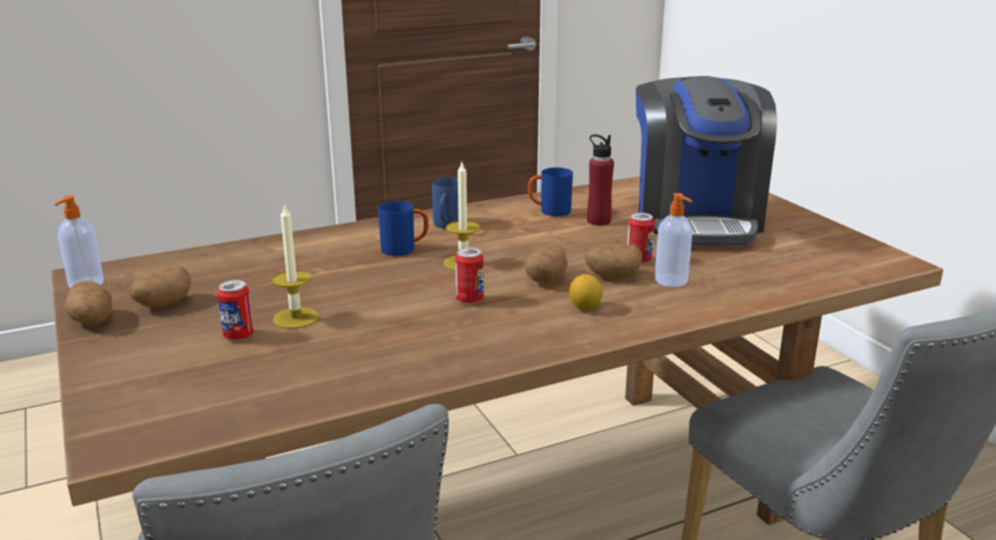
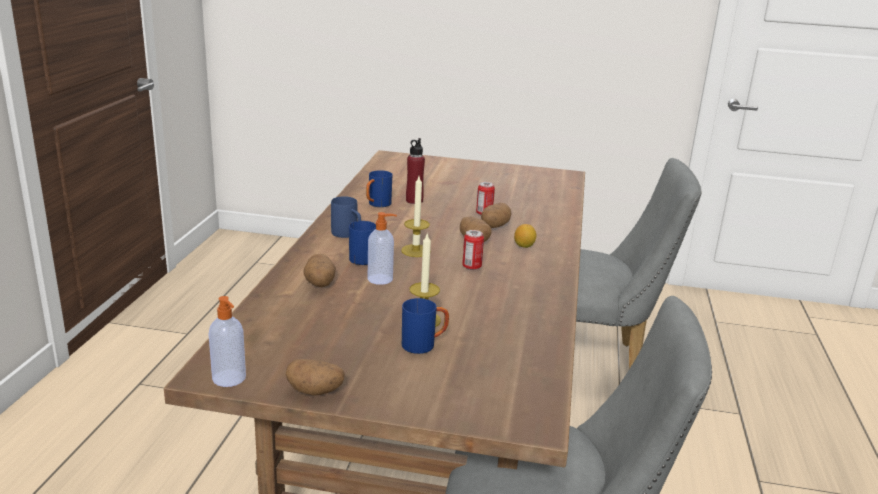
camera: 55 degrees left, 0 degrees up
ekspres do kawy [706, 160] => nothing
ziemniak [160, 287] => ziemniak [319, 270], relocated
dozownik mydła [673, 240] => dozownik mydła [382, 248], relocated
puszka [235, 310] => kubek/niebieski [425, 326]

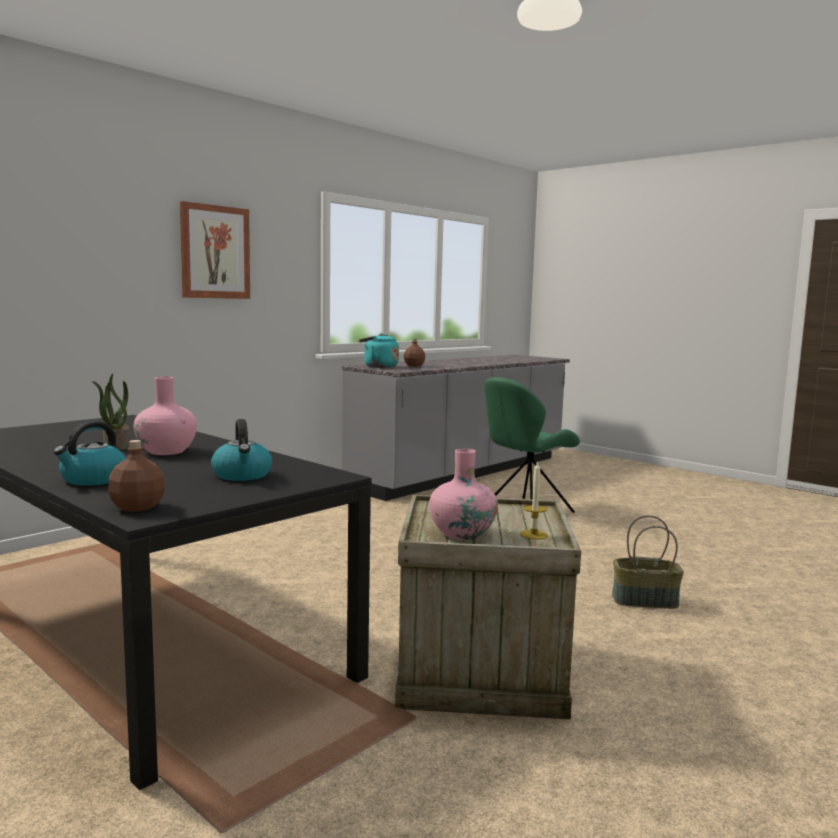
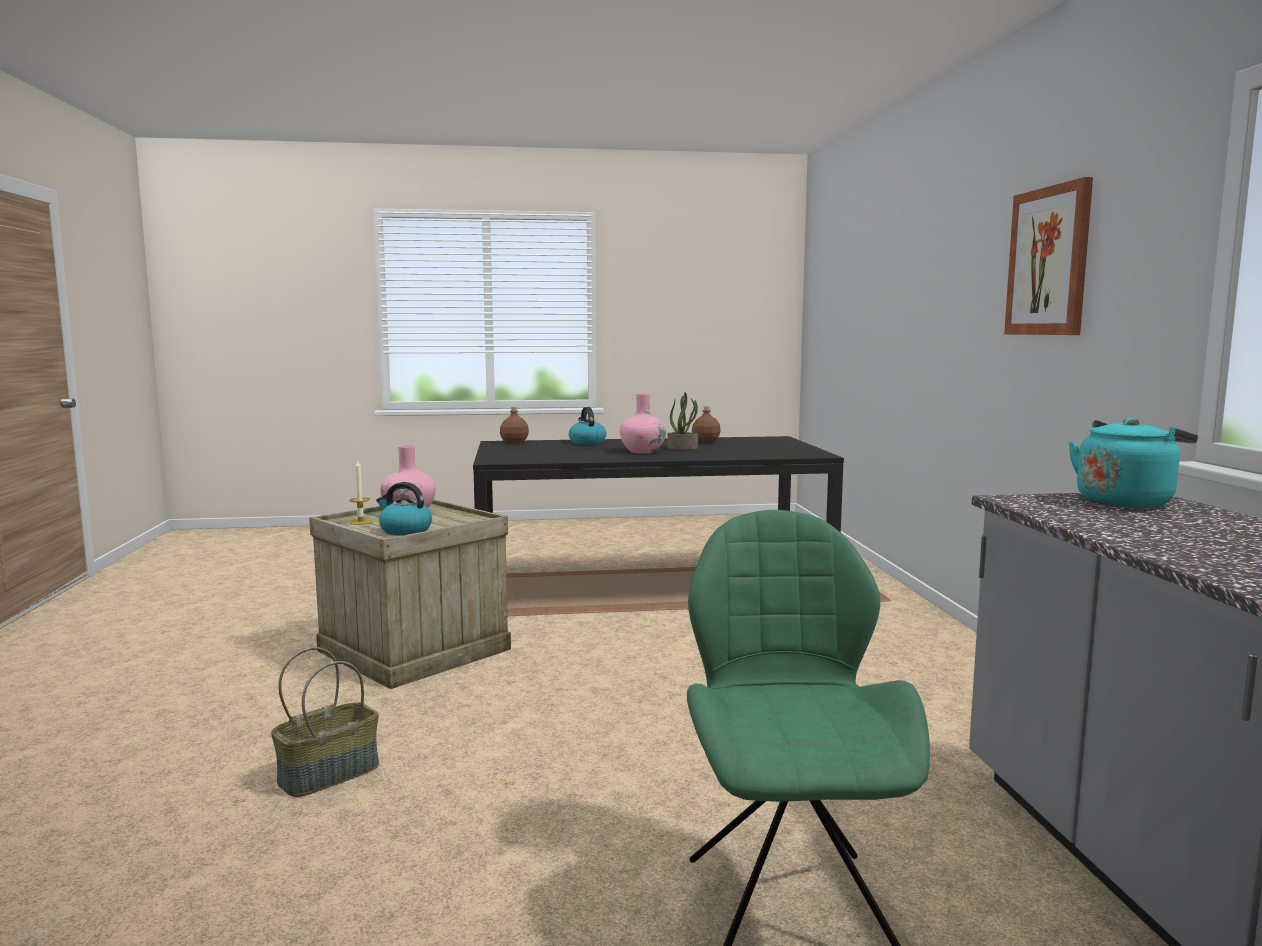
camera: 130 degrees right, 0 degrees up
czajnik [241, 450] => czajnik [404, 508], relocated
butelka/brązowy [414, 352] => butelka/brązowy [706, 424], relocated

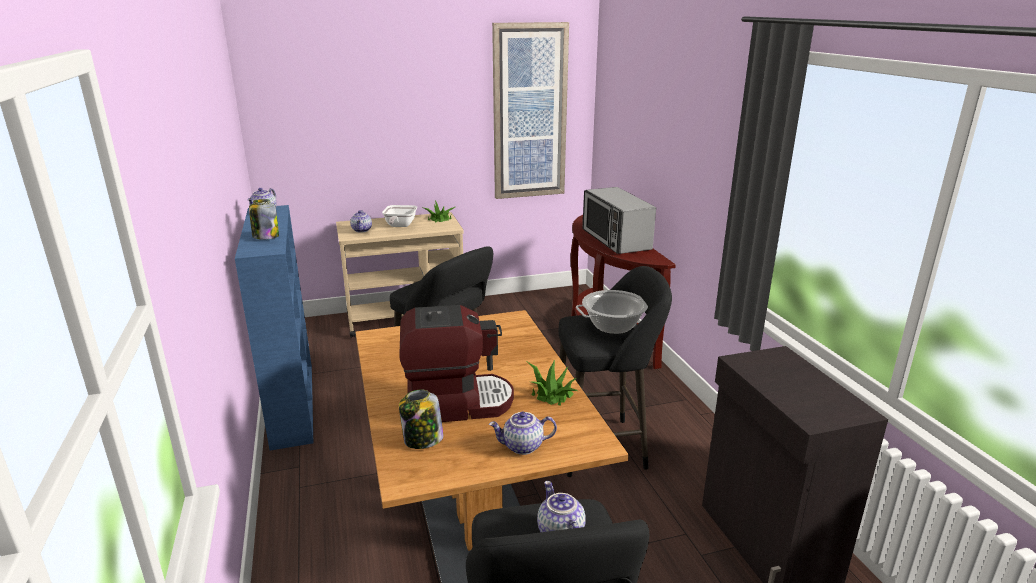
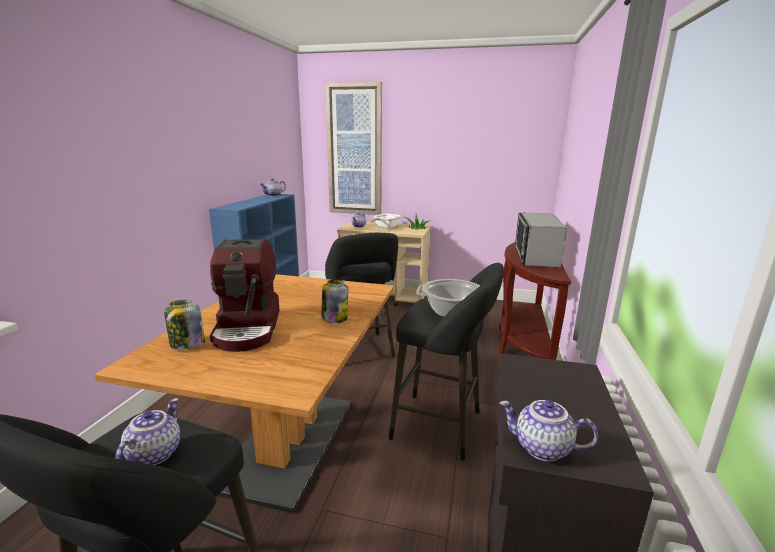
camera: 30 degrees right, 5 degrees down
roślina doniczkowa [551, 382] => nothing
słoik [264, 219] => słoik [335, 301], relocated
imbryk [523, 433] => imbryk [549, 430], relocated
obraz [530, 110] => obraz [353, 148], relocated
ekspres do kawy [456, 363] => ekspres do kawy [244, 295], 60 degrees clockwise

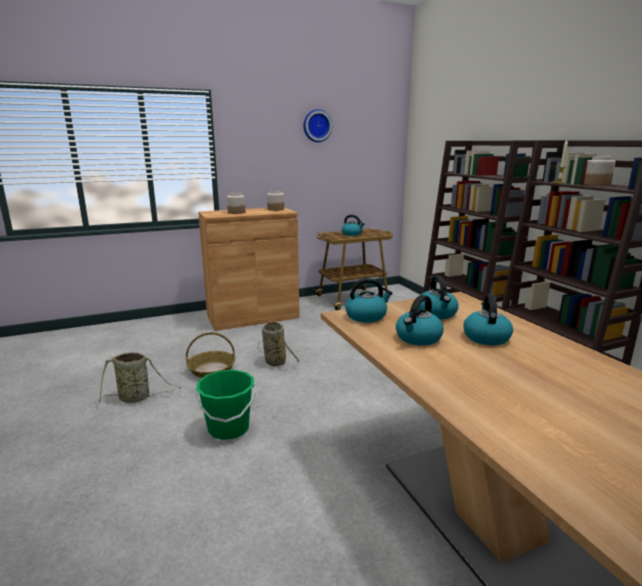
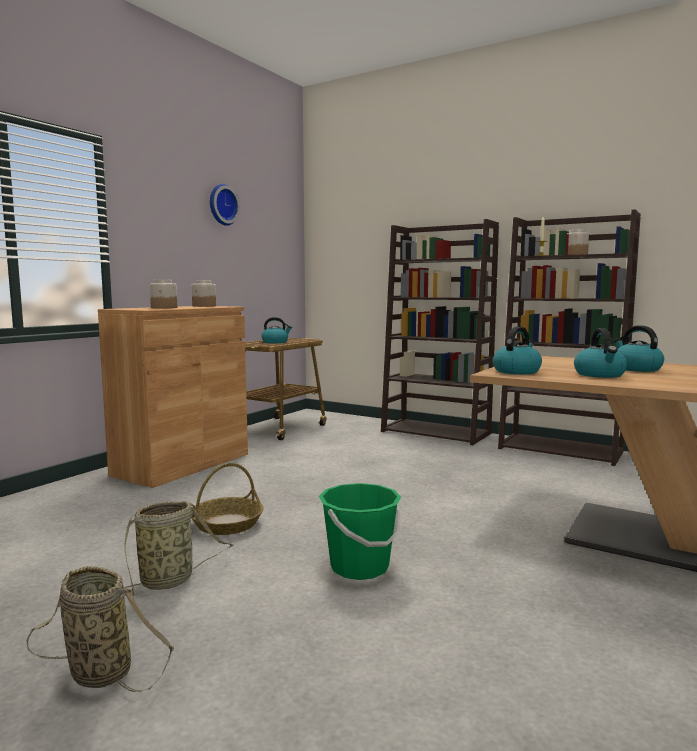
camera: 35 degrees left, 10 degrees down
czajnik [438, 297] => nothing
koszyk [278, 346] => koszyk [100, 629], relocated

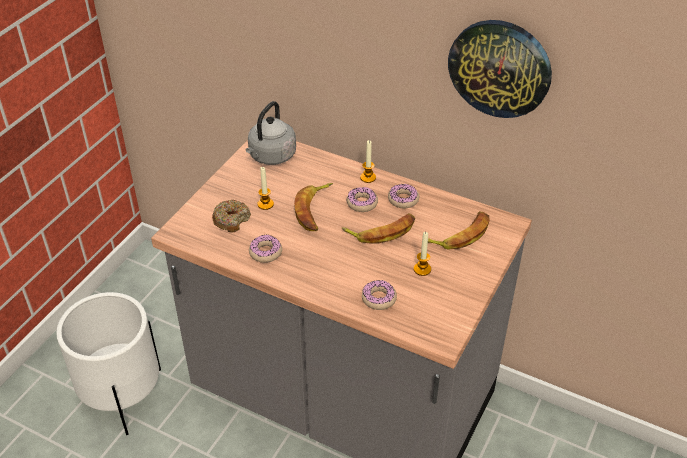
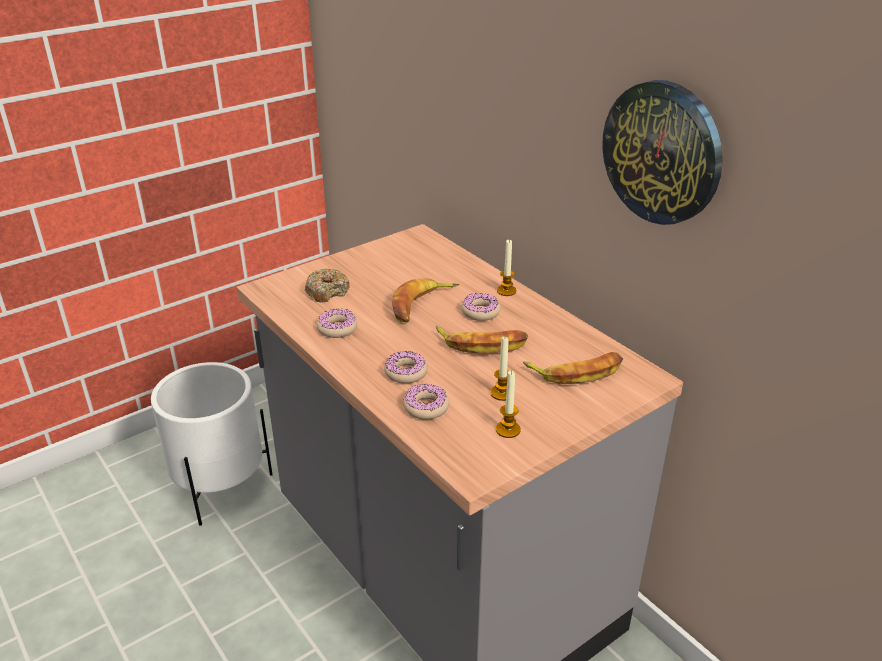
camera: 25 degrees right, 10 degrees down
czajnik/szary [271, 133] => nothing
świeca [265, 188] => świeca [508, 404], relocated
donut [403, 195] => donut [406, 367], relocated

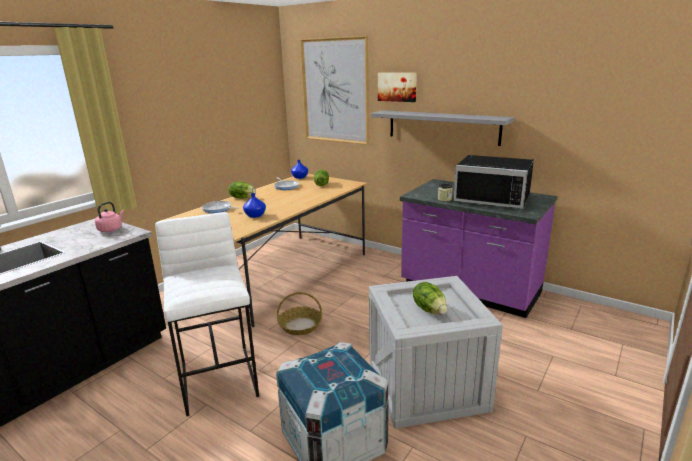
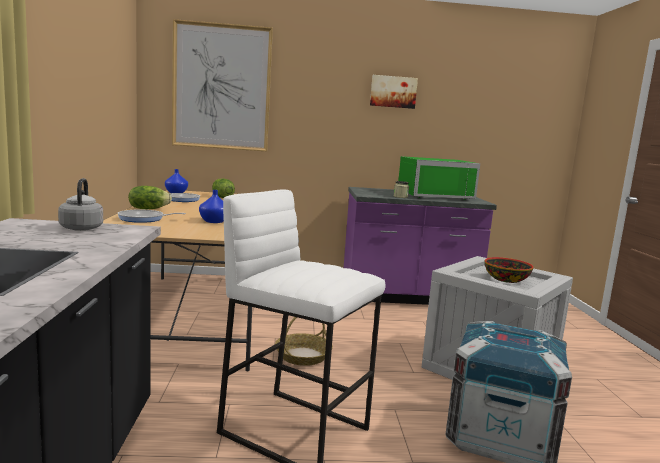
camera: 40 degrees left, 10 degrees down
półka/szary [443, 128] => nothing
obraz [397, 87] => obraz [394, 92], relocated
sałata [430, 298] => miska [508, 270]
czajnik/różowy [110, 217] => czajnik/szary [80, 204]
mikrofalówka/czarny [493, 182] => mikrofalówka/zielony [439, 178]

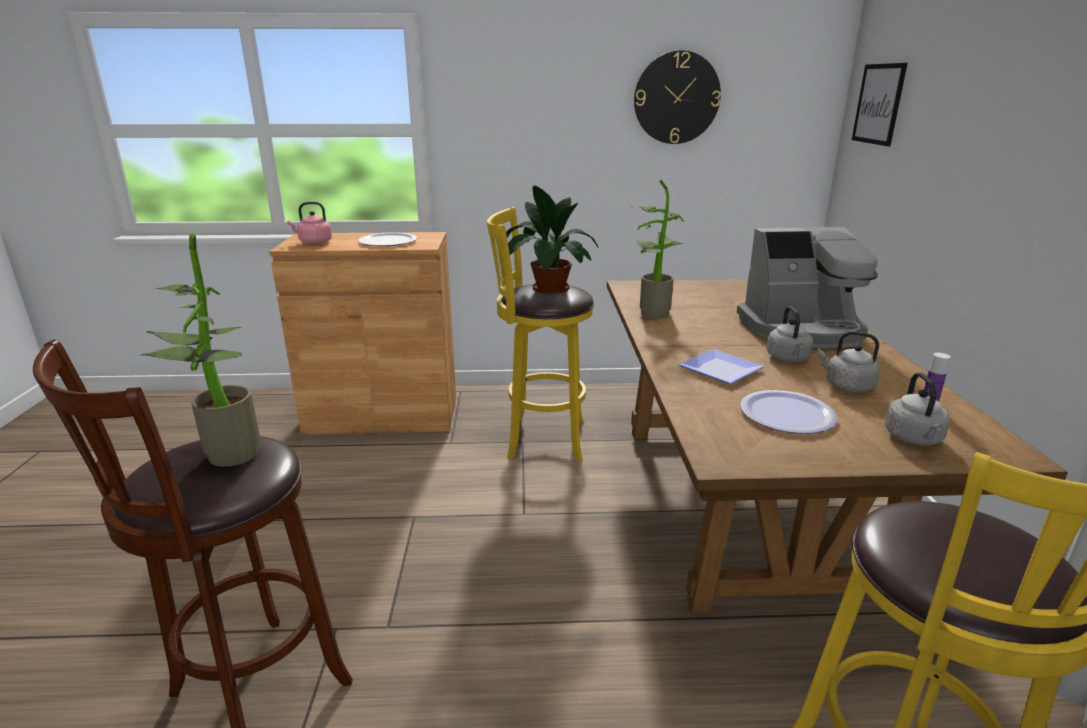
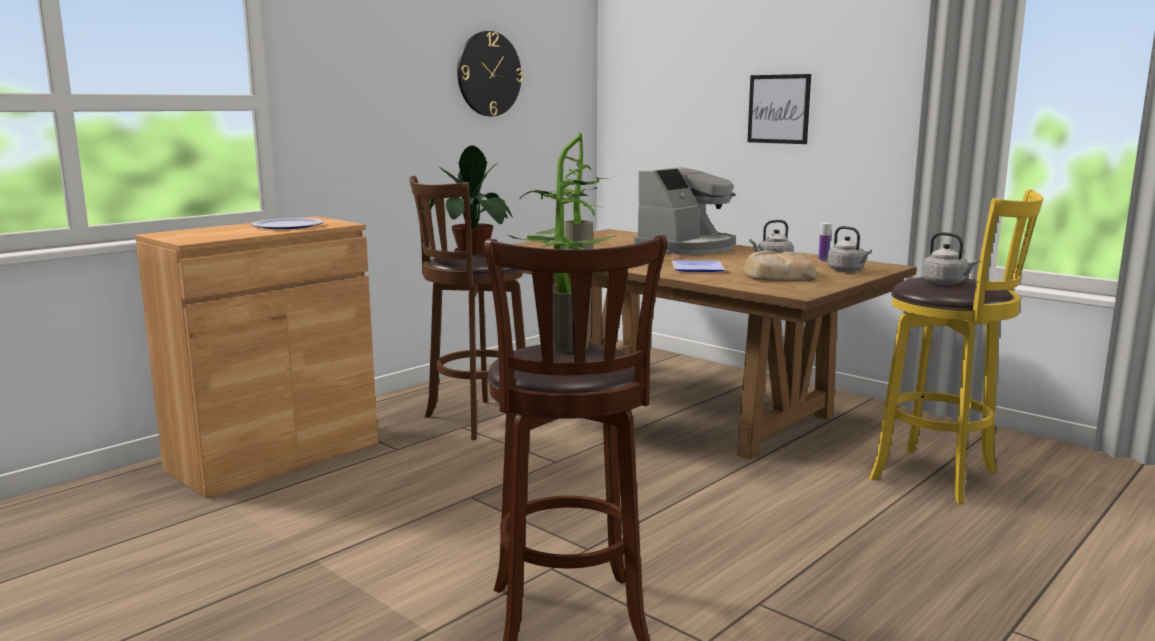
camera: 45 degrees left, 10 degrees down
czajnik/różowy [309, 223] => nothing
czajnik/szary [790, 334] => czajnik/szary [950, 258], relocated
obraz [880, 104] => obraz [779, 109], relocated
talerz [789, 412] => chleb [780, 266]
stołek/żółty [540, 334] => stołek/brązowy [468, 308]

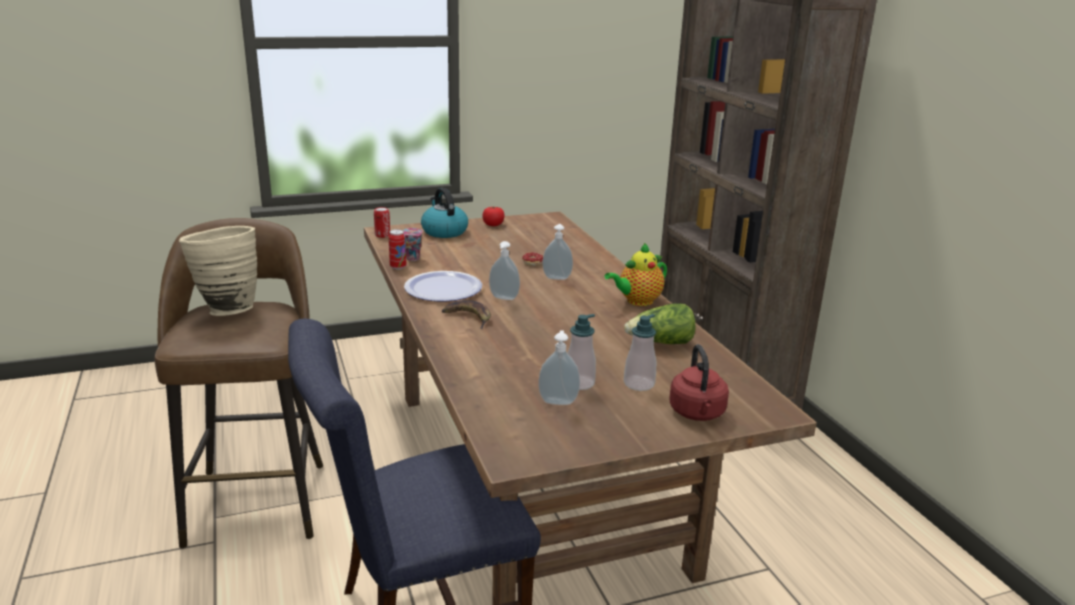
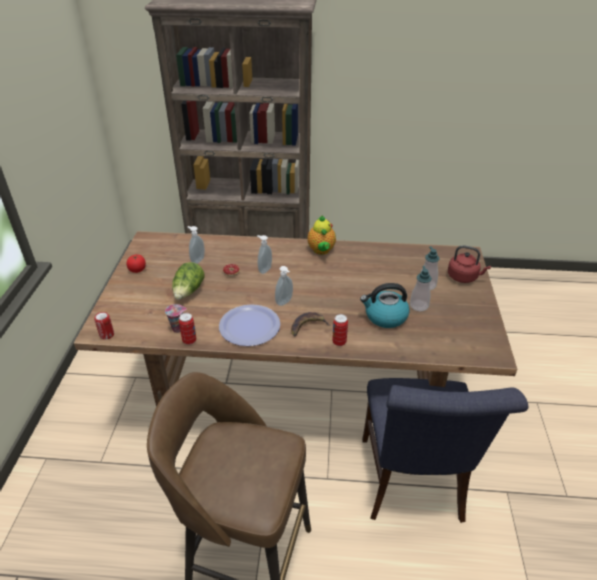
camera: 65 degrees left, 15 degrees up
wazon/beżowy [218, 271] => nothing
nothing => puszka [340, 330]
czajnik [444, 213] => czajnik [385, 305], relocated
dozownik mydła [559, 367] => dozownik mydła [196, 245], relocated
sałata [660, 323] => sałata [188, 281], relocated

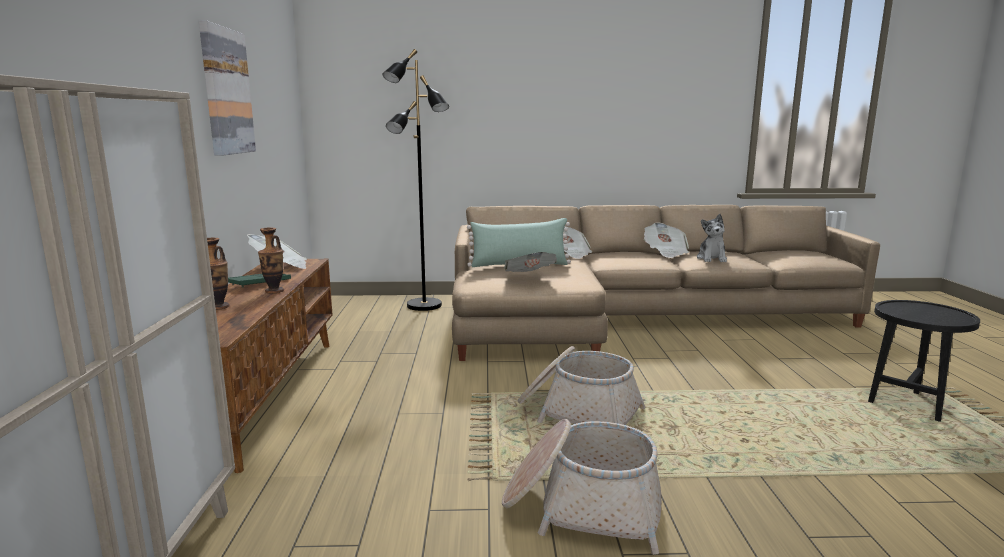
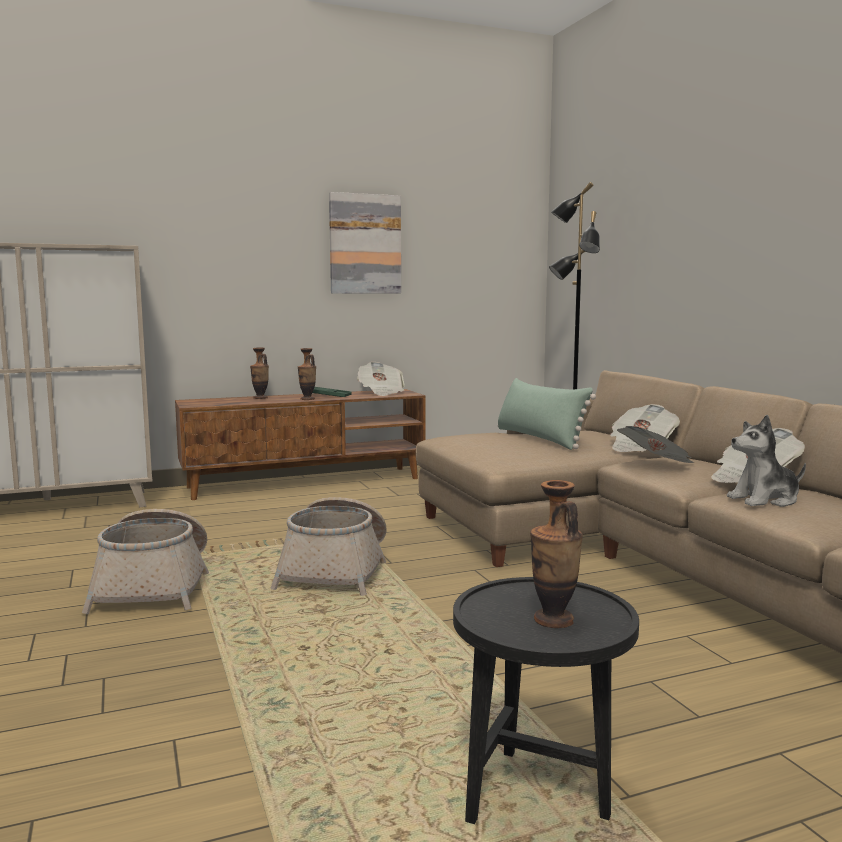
camera: 70 degrees right, 5 degrees down
nothing => wazon [556, 554]
gazeta [530, 262] => gazeta [656, 444], relocated

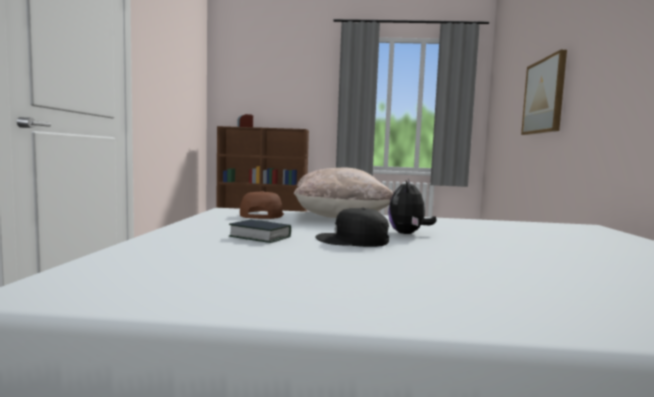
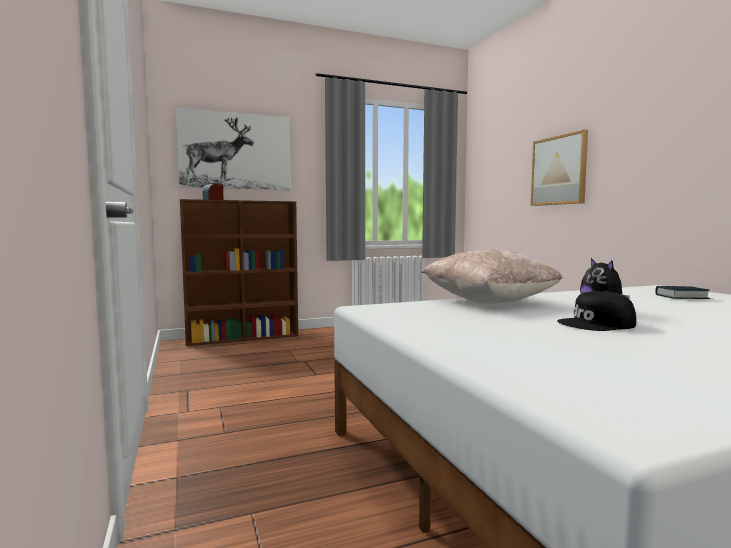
camera: 25 degrees left, 0 degrees up
czapka z daszkiem/brązowy [262, 205] => nothing
nothing => obraz [233, 149]
książka [260, 231] => książka [683, 292], relocated

